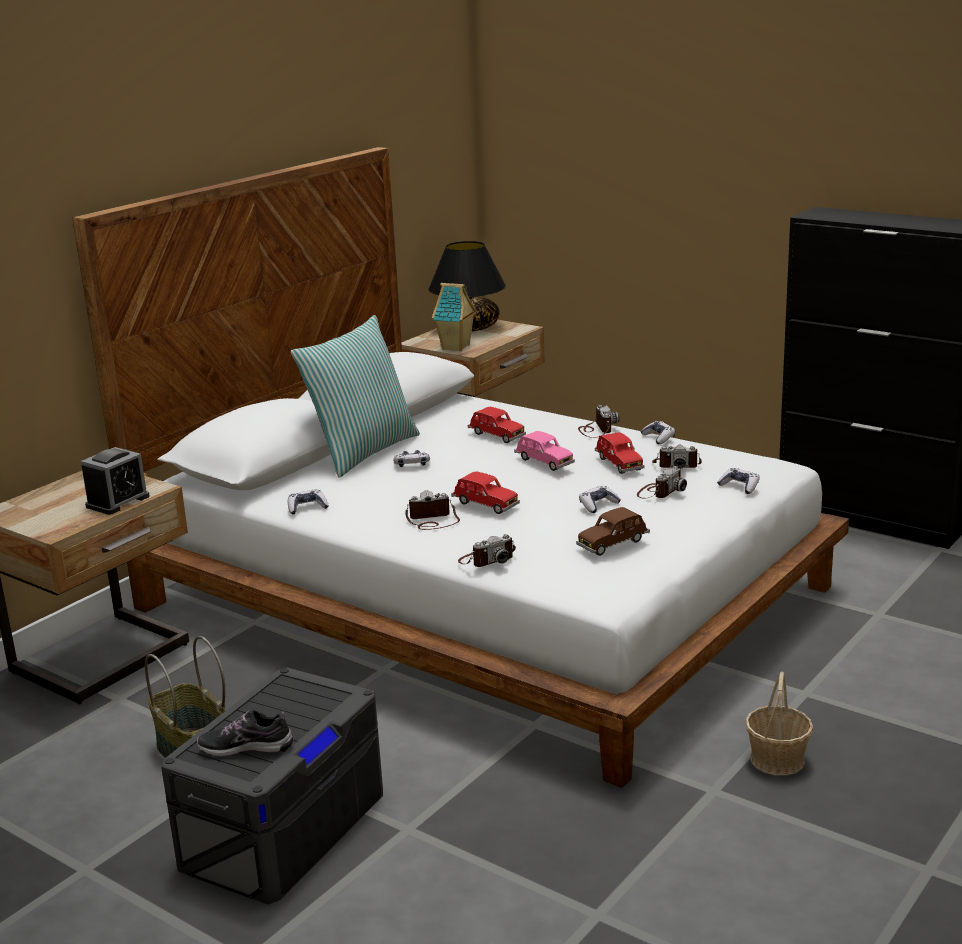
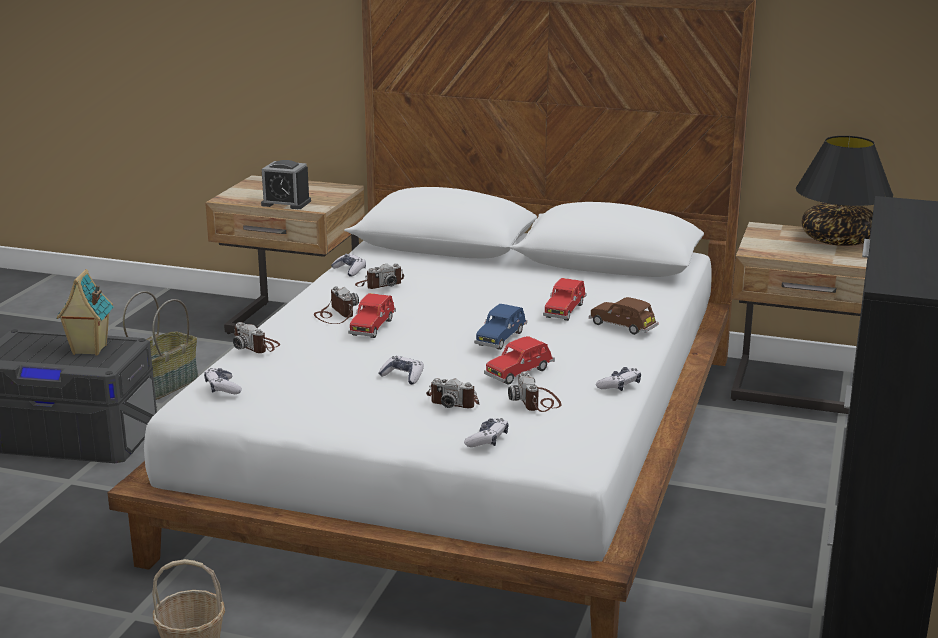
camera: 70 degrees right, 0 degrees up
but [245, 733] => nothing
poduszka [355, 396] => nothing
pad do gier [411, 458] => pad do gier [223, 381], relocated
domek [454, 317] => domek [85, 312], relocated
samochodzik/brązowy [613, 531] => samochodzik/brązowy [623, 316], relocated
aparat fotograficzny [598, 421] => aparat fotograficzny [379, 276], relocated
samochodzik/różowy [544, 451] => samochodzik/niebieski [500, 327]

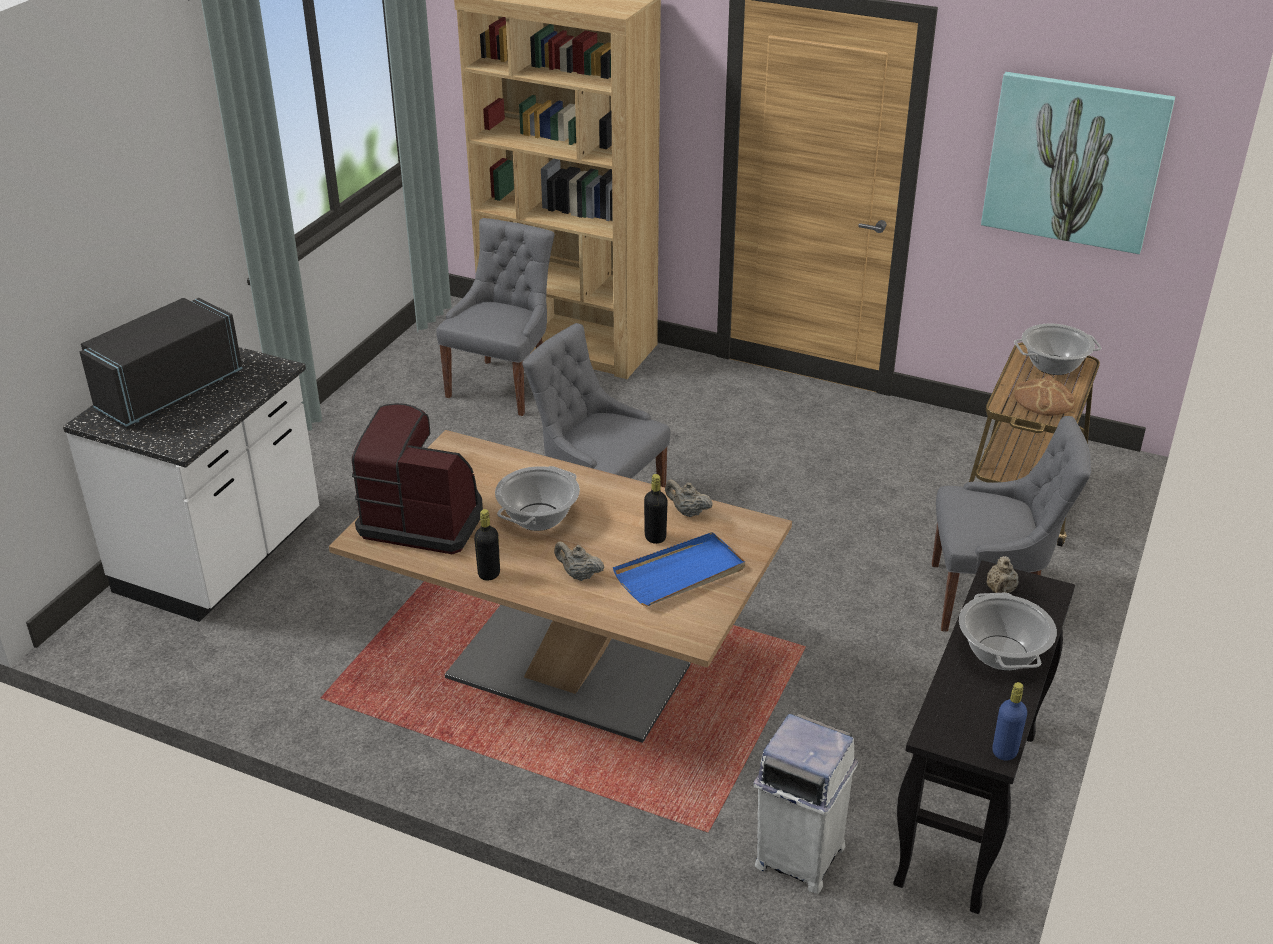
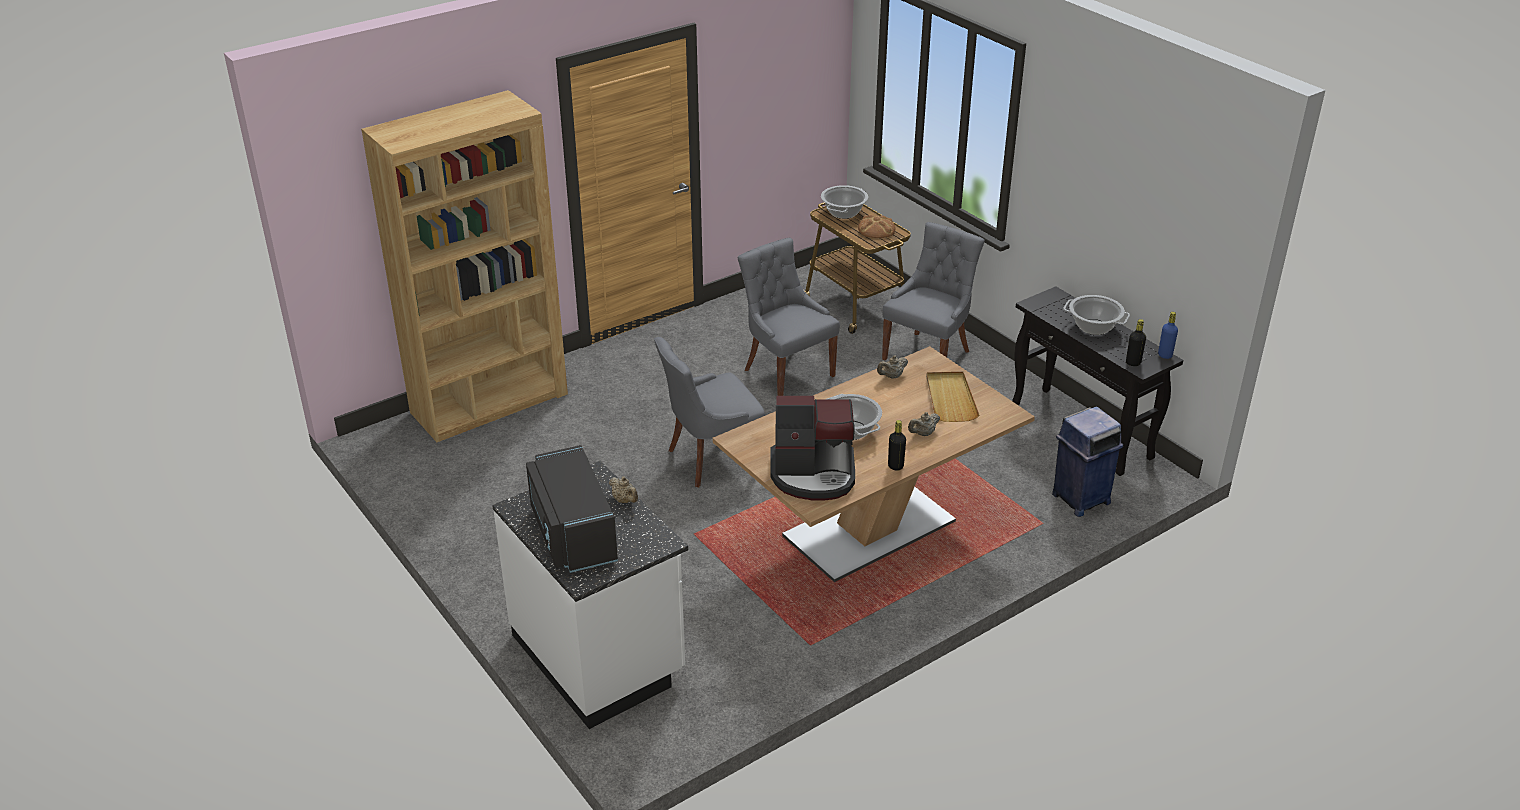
camera: 60 degrees left, 0 degrees up
obraz [1078, 163] => nothing
krzesło/szary [495, 317] => krzesło/szary [789, 316], relocated
butelka/czarny [656, 509] => butelka/czarny [1136, 342], relocated
imbryk/beżowy [1002, 574] => imbryk/beżowy [623, 489], relocated
taca/niebieski [679, 569] => taca/beżowy [952, 396]
kosz na śmieci/biały [805, 804] => kosz na śmieci/niebieski [1087, 461]
ekspres do kawy [417, 478] => ekspres do kawy [813, 448], 135 degrees counterclockwise

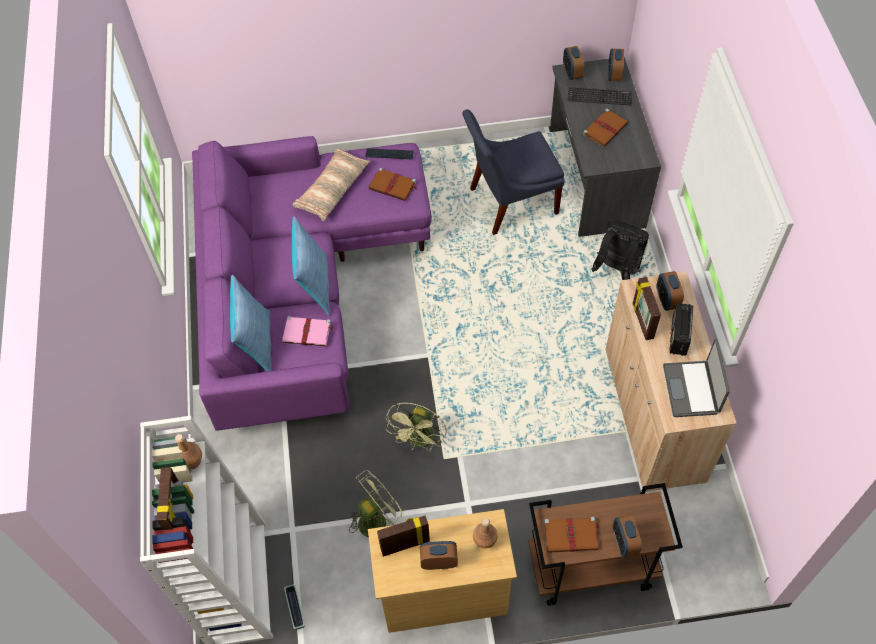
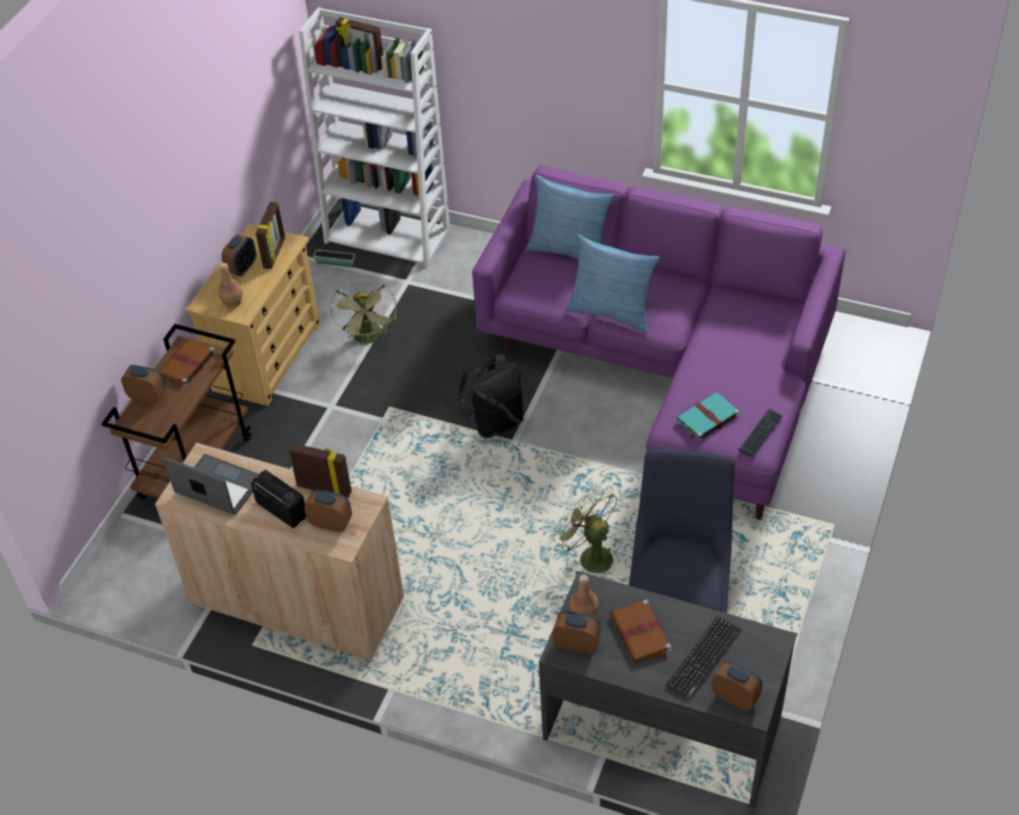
camera: 120 degrees right, 10 degrees down
książka/różowy [308, 331] => nothing
poduszka [331, 184] => nothing
butelka/brązowy [188, 451] => butelka/brązowy [584, 596], relocated
wentylator/zielony [416, 427] => wentylator/zielony [585, 532], relocated
budzik [573, 63] => budzik [576, 632], relocated
plecak/czarny [620, 250] => plecak/czarny [490, 396], relocated
książka/brązowy [393, 184] => książka/turkusowy [707, 416]

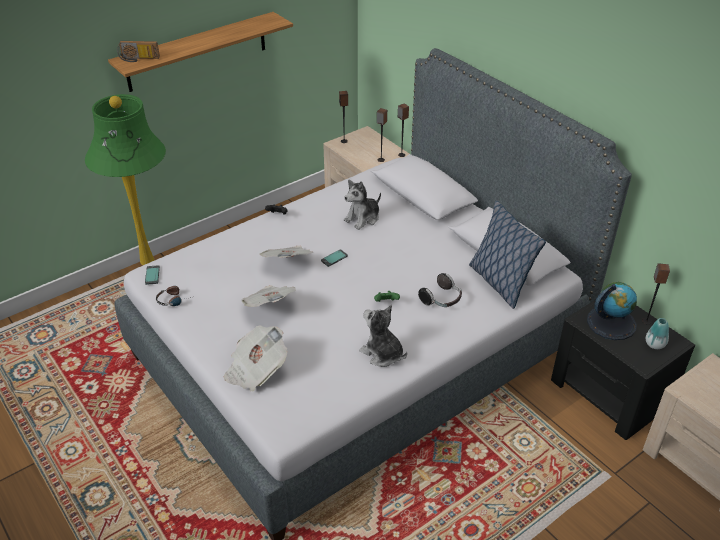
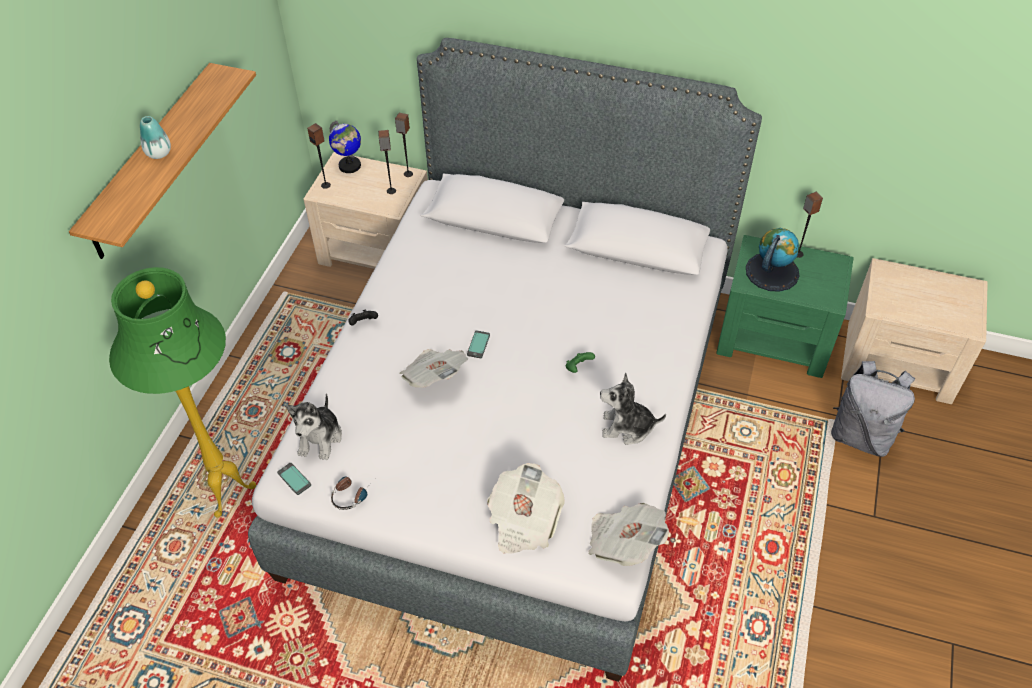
camera: 35 degrees left, 10 degrees up
radio [138, 51] => nothing
słuchawki [440, 290] => nothing
poduszka [507, 255] => nothing
nothing => globus [345, 147]
nothing => plecak/szary [873, 409]
gazeta [269, 296] => gazeta [628, 534], relocated
pluszak [362, 204] => pluszak [314, 427], relocated
wazon [657, 333] => wazon [155, 137], relocated
szafka nocna/czarny [623, 370] => szafka nocna/zielony [785, 306]

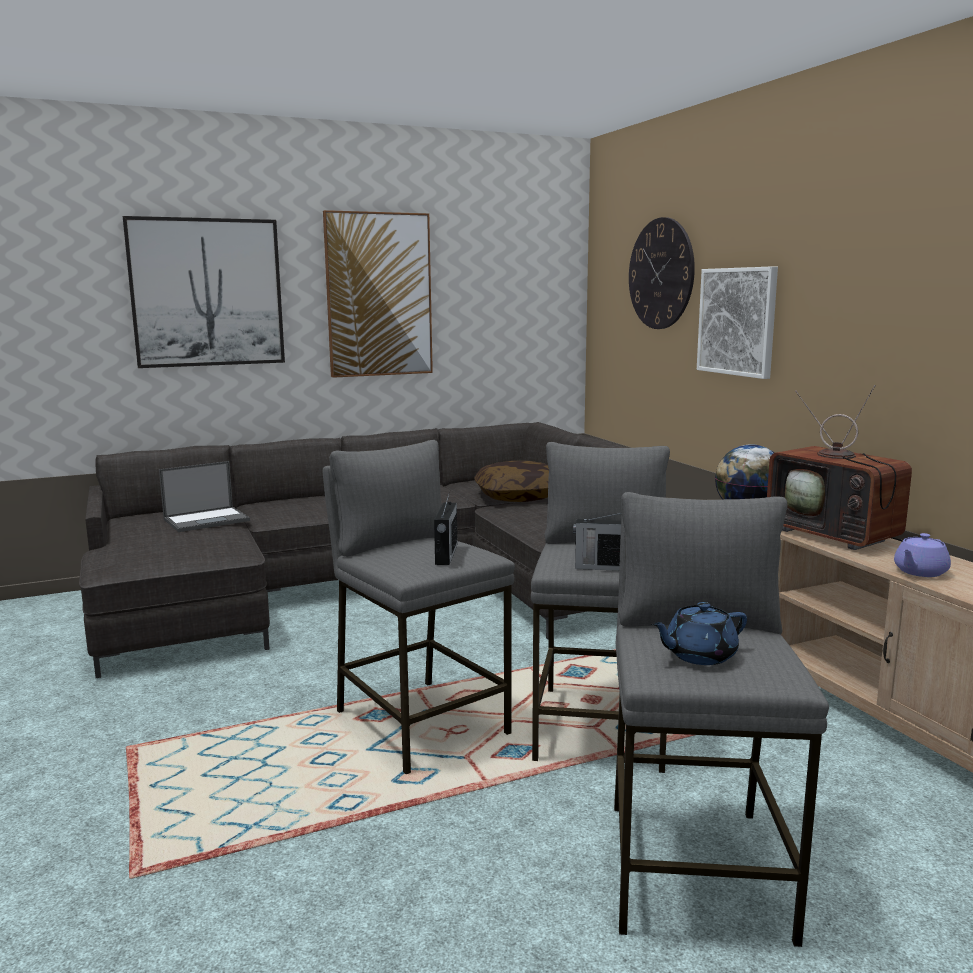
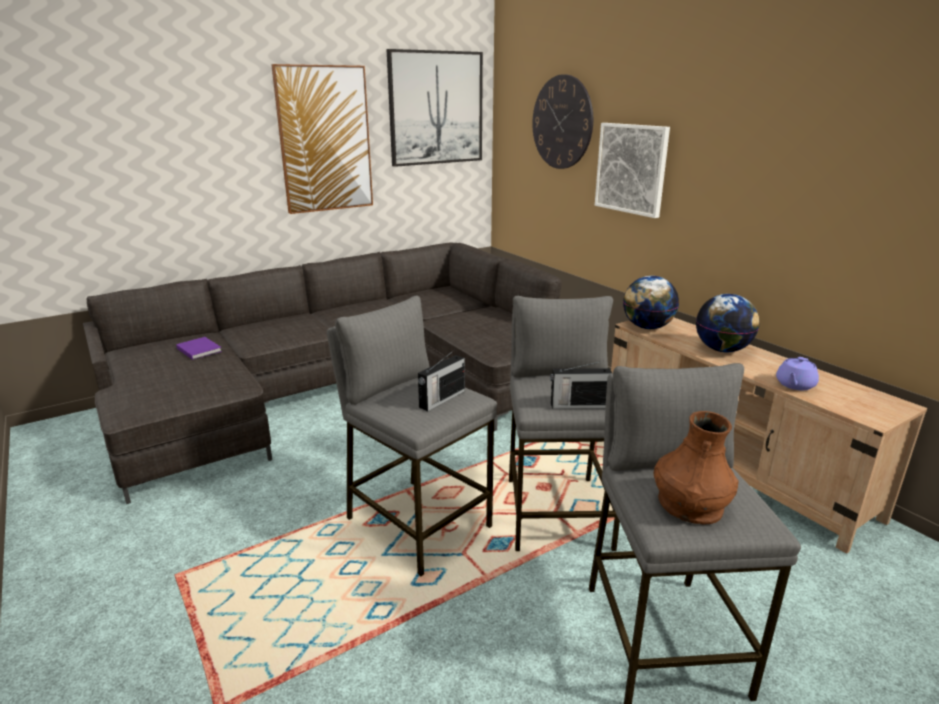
camera: 10 degrees left, 10 degrees up
poduszka [511, 481] => nothing
obraz [204, 292] => obraz [435, 108], relocated
laptop [204, 496] => książka/fioletowy [199, 348]
imbryk/niebieski [699, 633] => wazon/brązowy [696, 467]
telewizor [839, 467] => globus [727, 323]
radio [445, 528] => radio [441, 381], 45 degrees clockwise

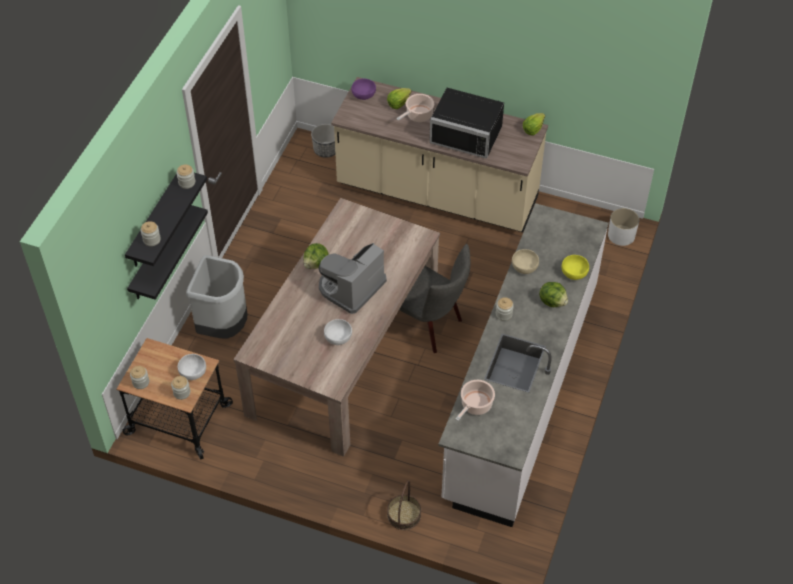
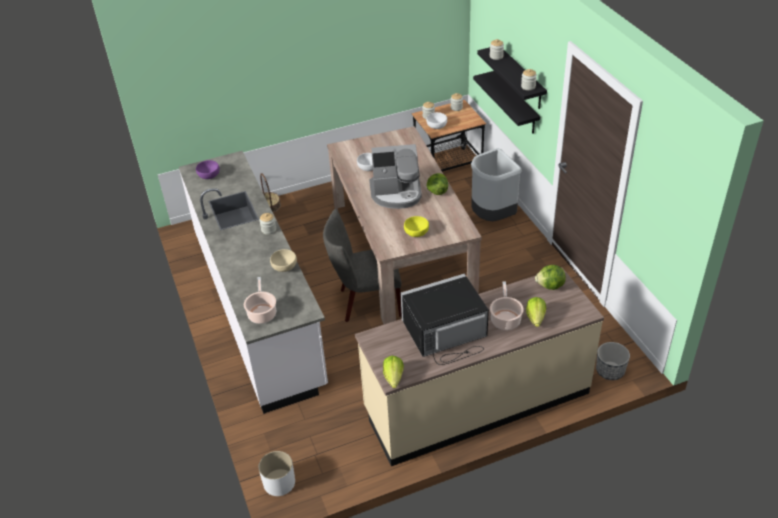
camera: 140 degrees right, 10 degrees down
miska/fioletowy [363, 89] => miska/fioletowy [208, 169], relocated
garnek [475, 400] => garnek [260, 300], relocated
sałata [553, 294] => sałata [550, 277], relocated
miska/żółty [575, 267] => miska/żółty [416, 226], relocated
ekspres do kawy [353, 278] => ekspres do kawy [395, 176], 90 degrees clockwise

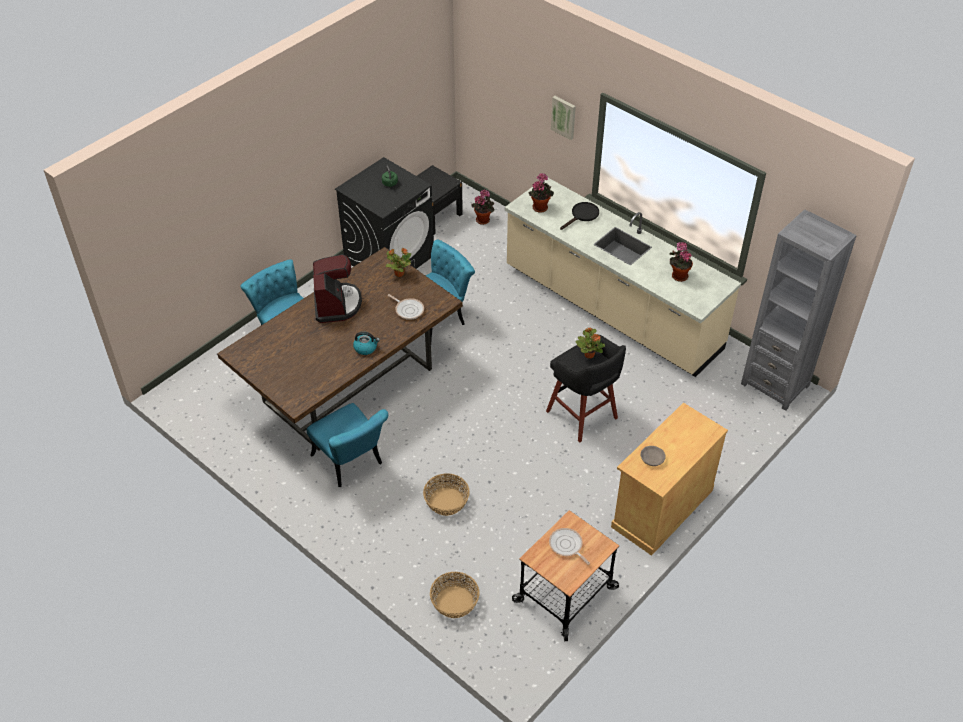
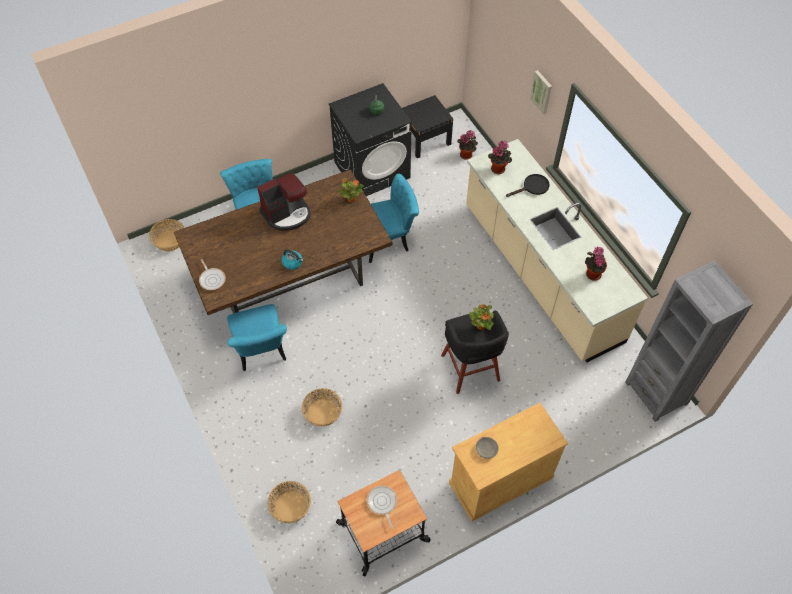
camera: 20 degrees right, 10 degrees up
nothing => koszyk [166, 235]
patelnia [406, 307] => patelnia [212, 274], relocated
ekspres do kawy [337, 288] => ekspres do kawy [283, 201], 45 degrees clockwise

